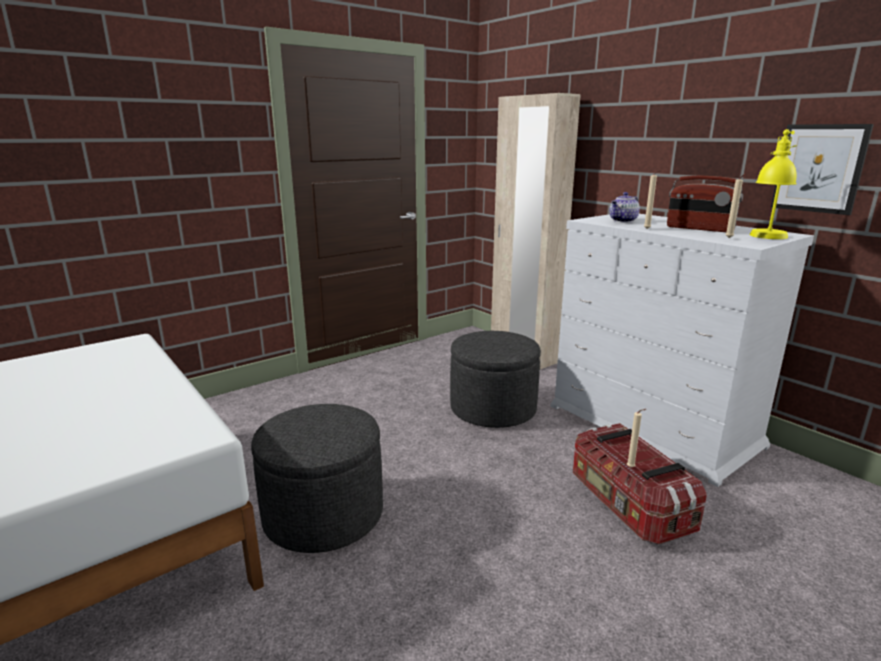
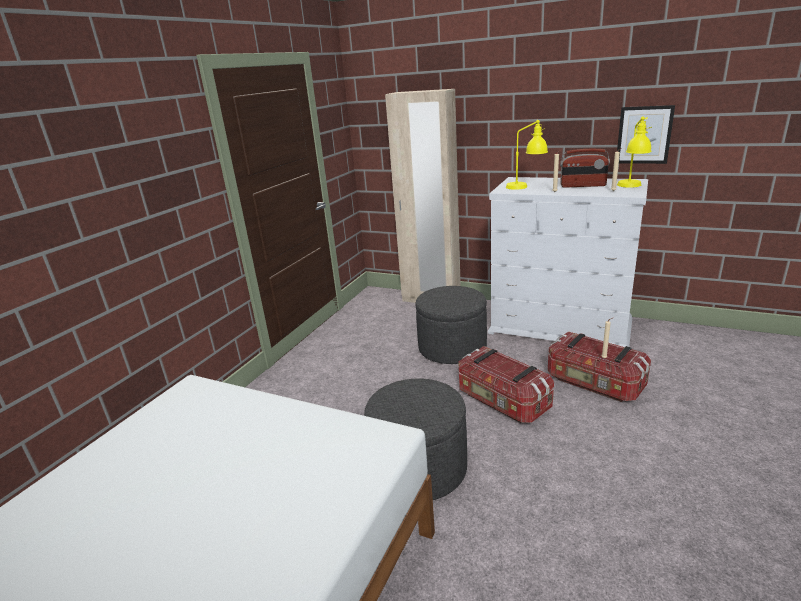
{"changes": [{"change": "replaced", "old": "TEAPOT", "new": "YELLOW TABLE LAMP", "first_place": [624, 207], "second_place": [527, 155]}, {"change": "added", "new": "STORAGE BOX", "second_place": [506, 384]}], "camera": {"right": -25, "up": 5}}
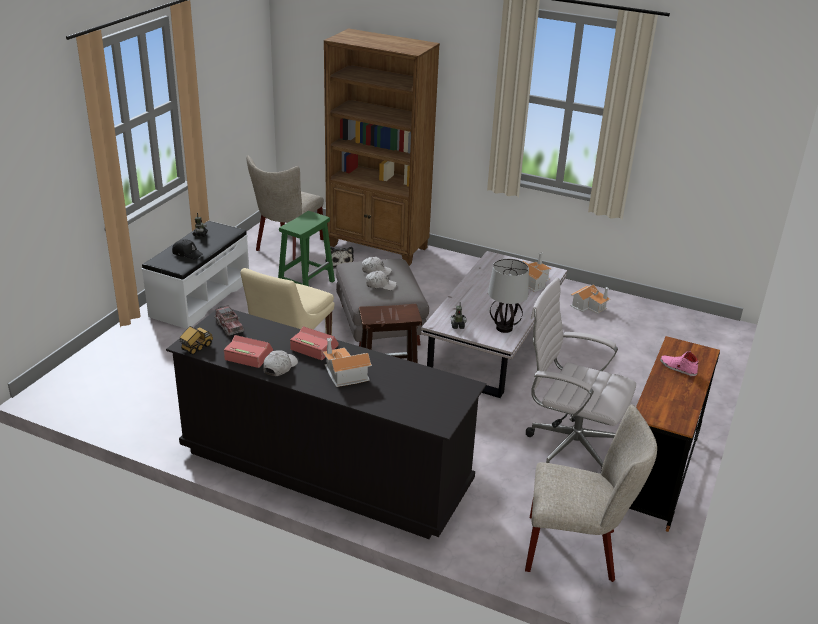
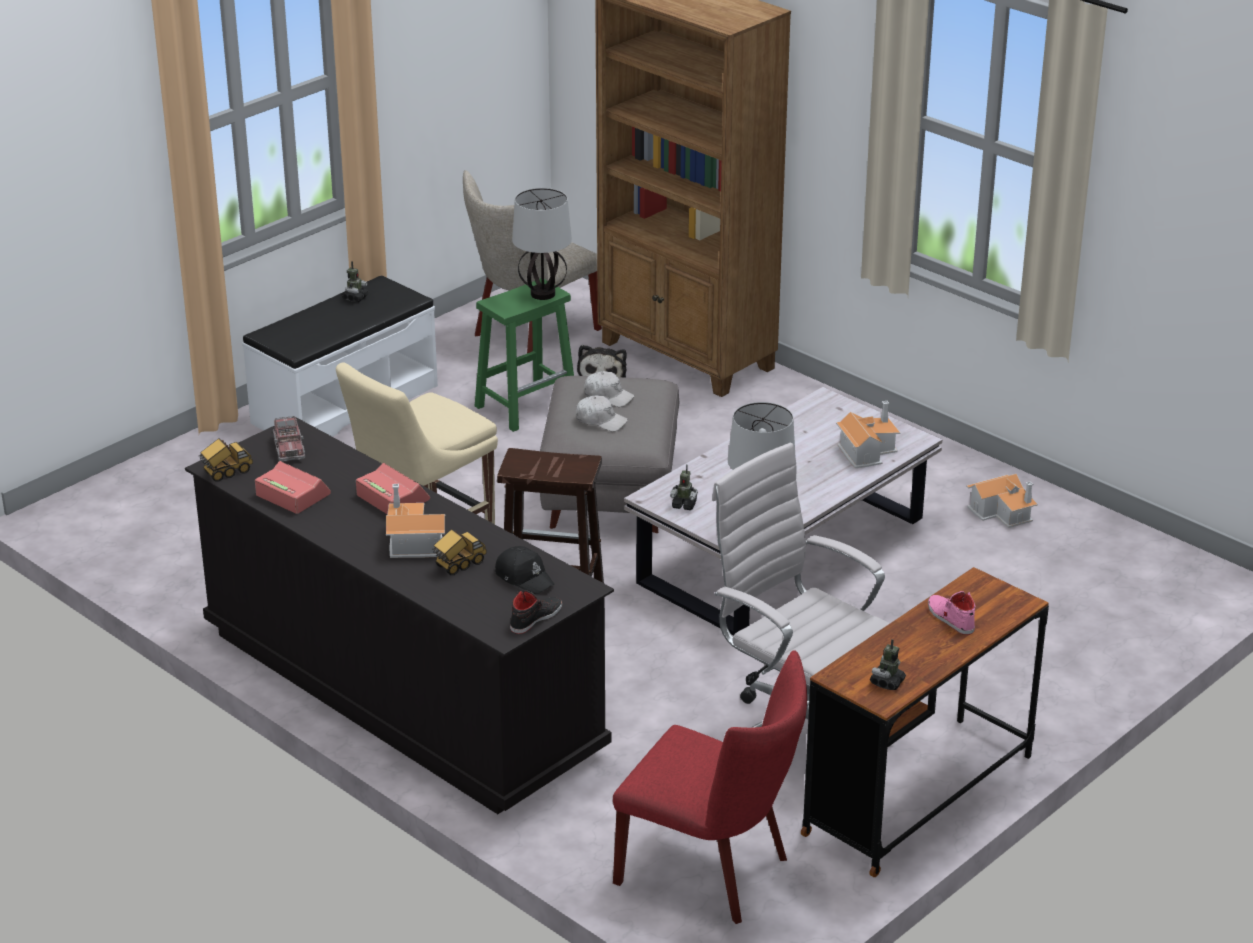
{"changes": [{"change": "moved", "old": "BLACK CAP", "first_place": [187, 249], "second_place": [524, 570]}, {"change": "removed", "old": "WHITE CAP", "first_place": [280, 363]}, {"change": "recoloured", "old": "BEIGE CHAIR", "new": "RED CHAIR", "first_place": [591, 493], "second_place": [710, 787]}, {"change": "added", "new": "TABLE LAMP", "second_place": [542, 244]}, {"change": "added", "new": "TOY TRUCK", "second_place": [459, 552]}, {"change": "added", "new": "BLACK SHOE", "second_place": [536, 612]}, {"change": "added", "new": "TOY ROBOT", "second_place": [888, 664]}], "camera": {"right": 20, "up": 0}}
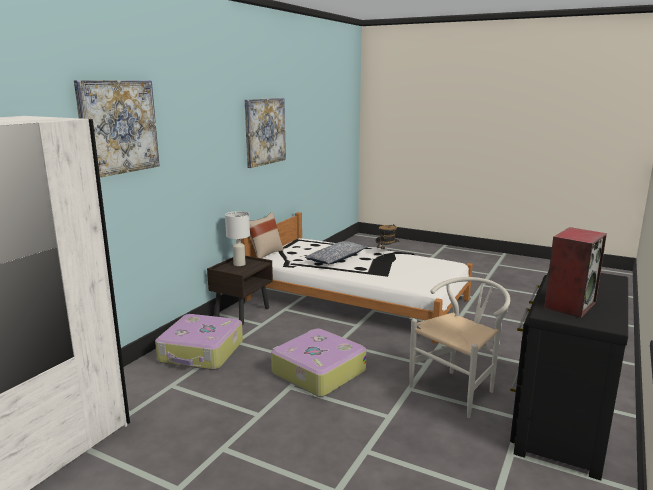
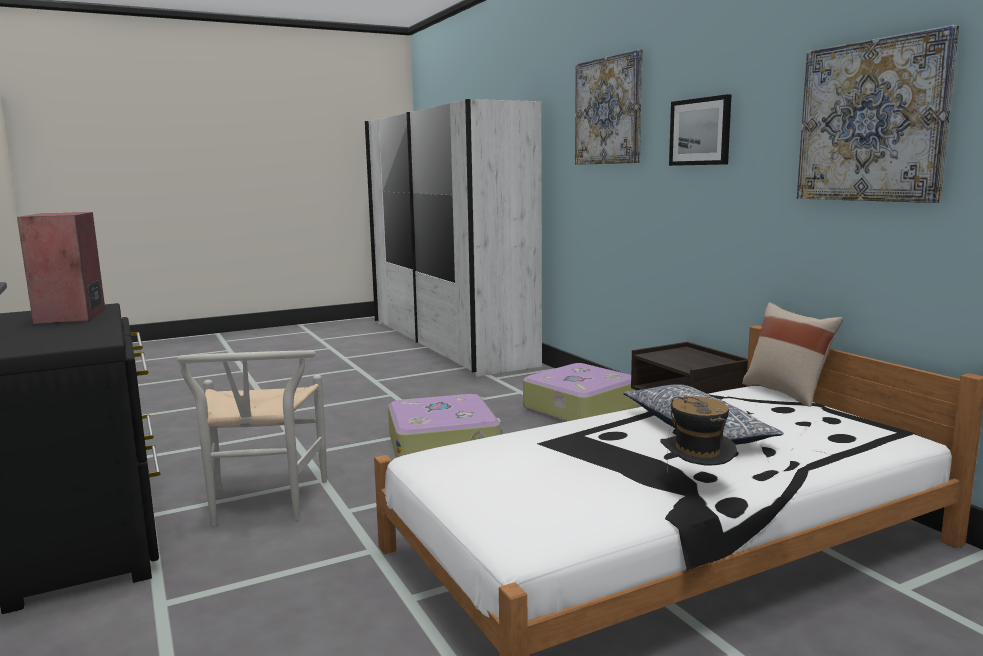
{"changes": [{"change": "removed", "old": "WHITE TABLE LAMP", "first_place": [237, 238]}, {"change": "added", "new": "PICTURE", "second_place": [700, 130]}], "camera": {"right": 125, "up": -5}}
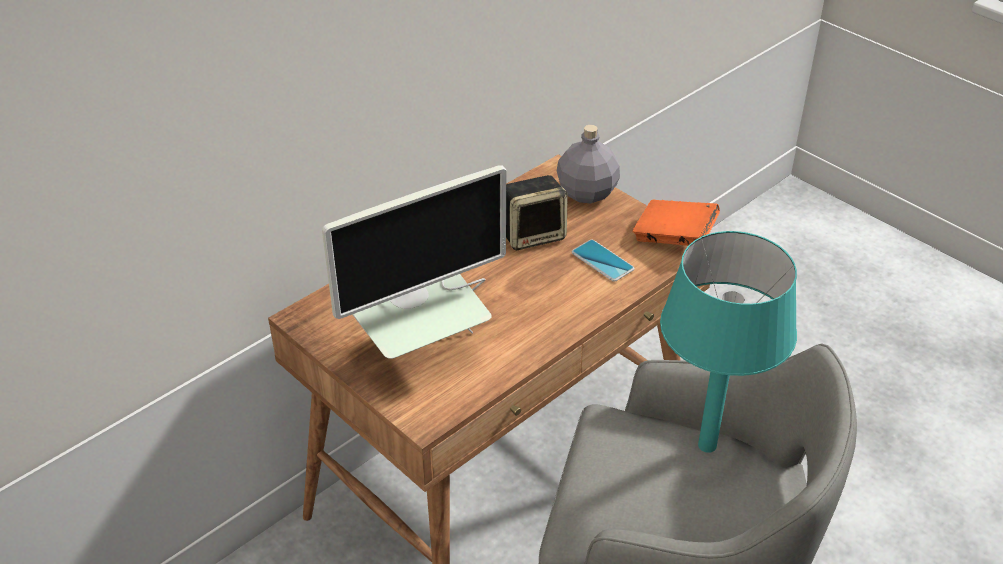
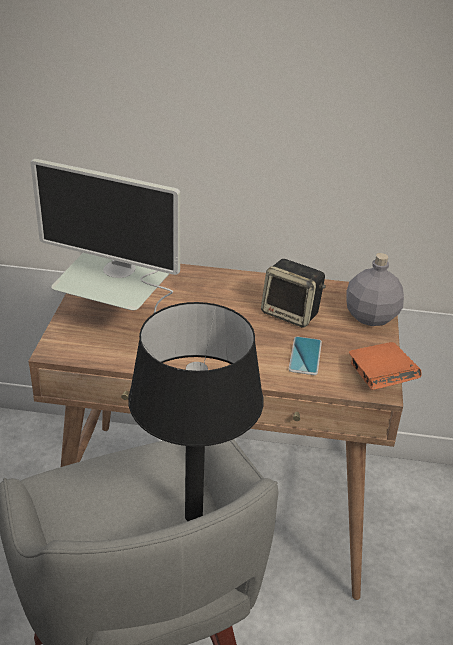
{"changes": [{"change": "recoloured", "old": "TURQUOISE TABLE LAMP", "new": "BLACK TABLE LAMP", "first_place": [728, 342], "second_place": [196, 411]}], "camera": {"right": 50, "up": -5}}
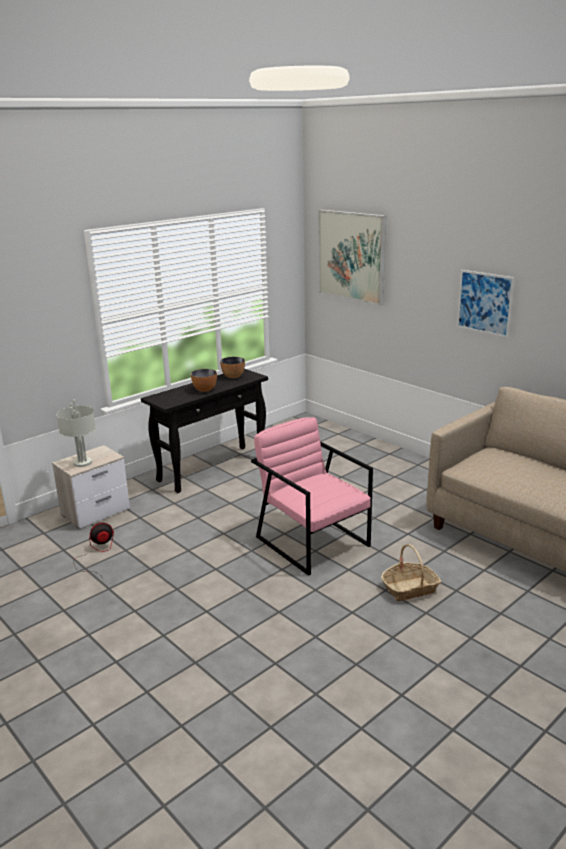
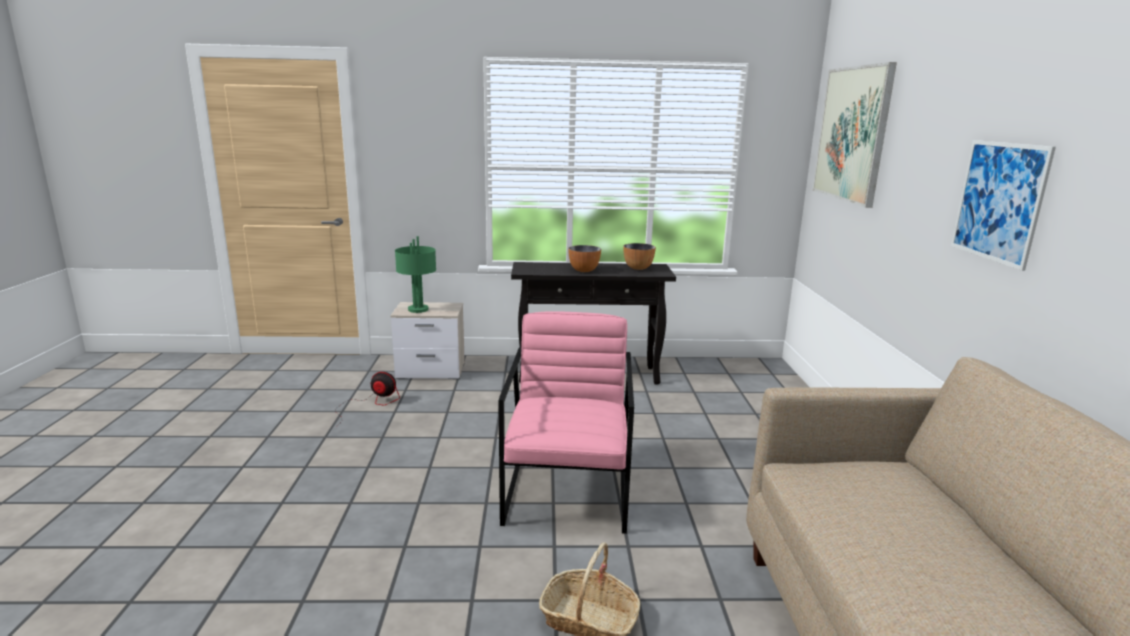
{"changes": [{"change": "recoloured", "old": "GREY TABLE LAMP", "new": "GREEN TABLE LAMP", "first_place": [76, 433], "second_place": [415, 274]}], "camera": {"right": 40, "up": -5}}
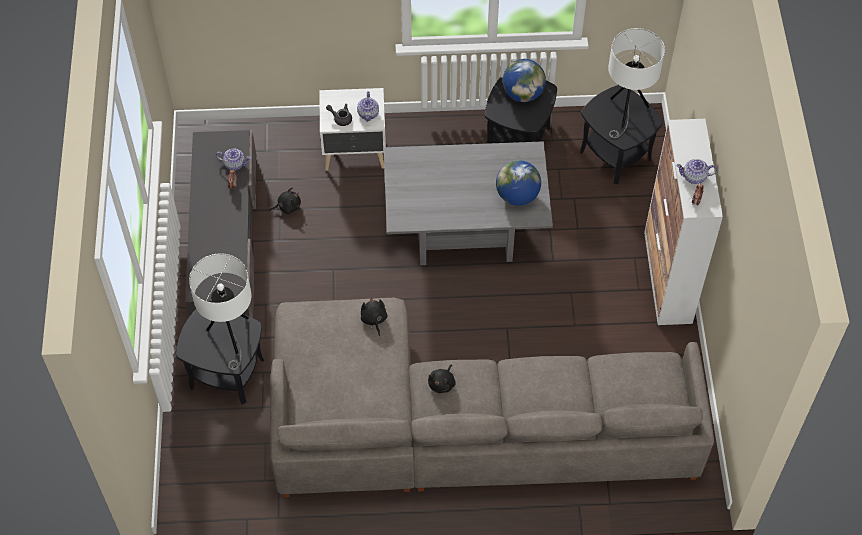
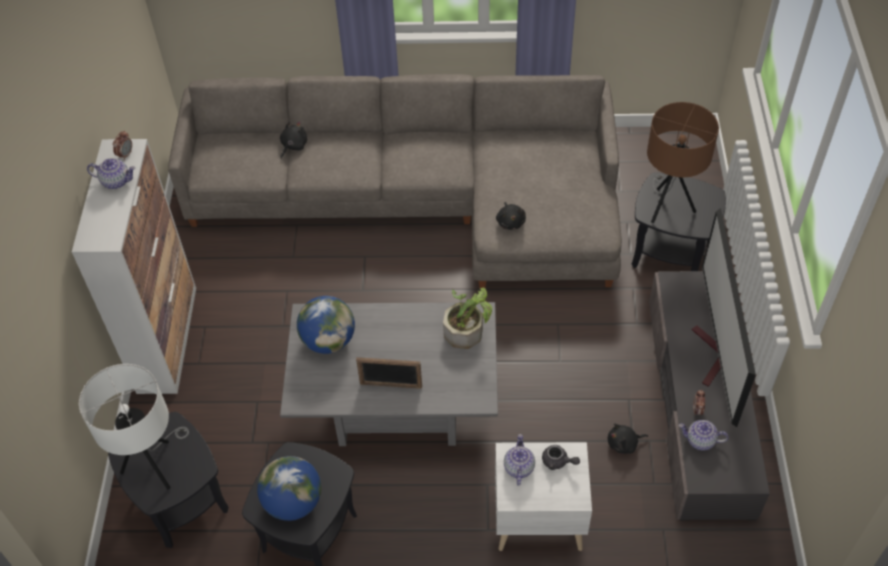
{"changes": [{"change": "recoloured", "old": "WHITE TABLE LAMP", "new": "BROWN TABLE LAMP", "first_place": [220, 311], "second_place": [683, 162]}, {"change": "moved", "old": "BLACK PLUSH TOY", "first_place": [442, 379], "second_place": [294, 139]}, {"change": "added", "new": "TELEVISION", "second_place": [724, 317]}, {"change": "added", "new": "POTTED PLANT", "second_place": [467, 318]}, {"change": "added", "new": "PICTURE FRAME", "second_place": [389, 373]}], "camera": {"right": -175, "up": -5}}
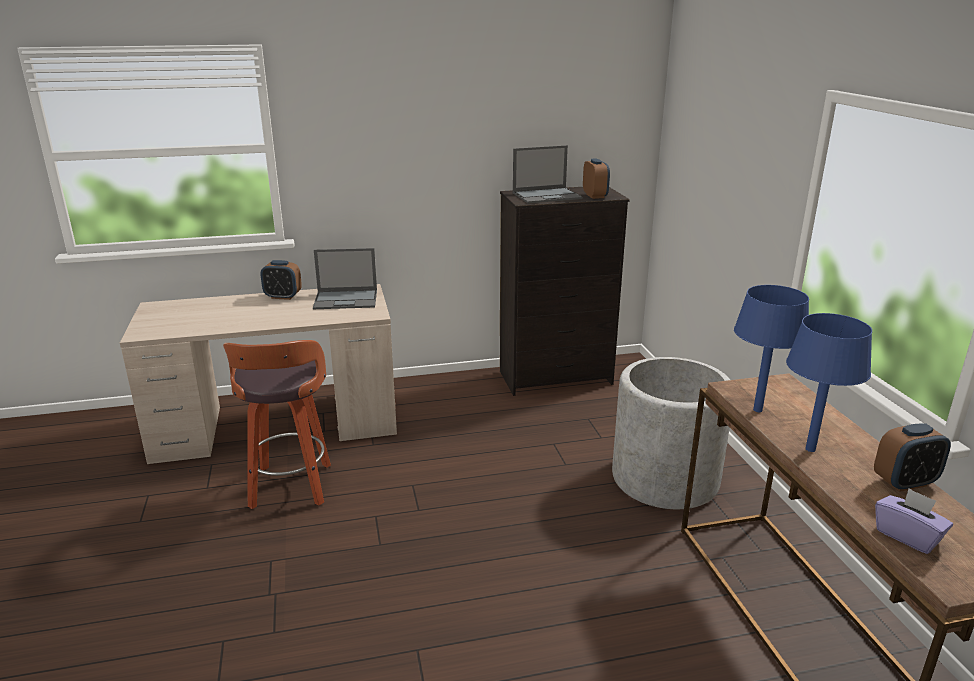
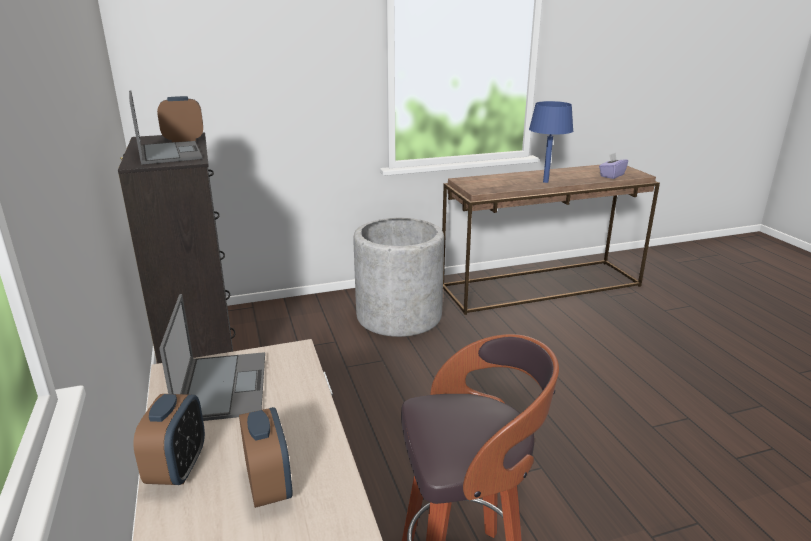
{"changes": [{"change": "removed", "old": "BLUE TABLE LAMP", "first_place": [771, 348]}, {"change": "moved", "old": "ALARM CLOCK", "first_place": [912, 457], "second_place": [266, 457]}], "camera": {"right": -95, "up": 0}}
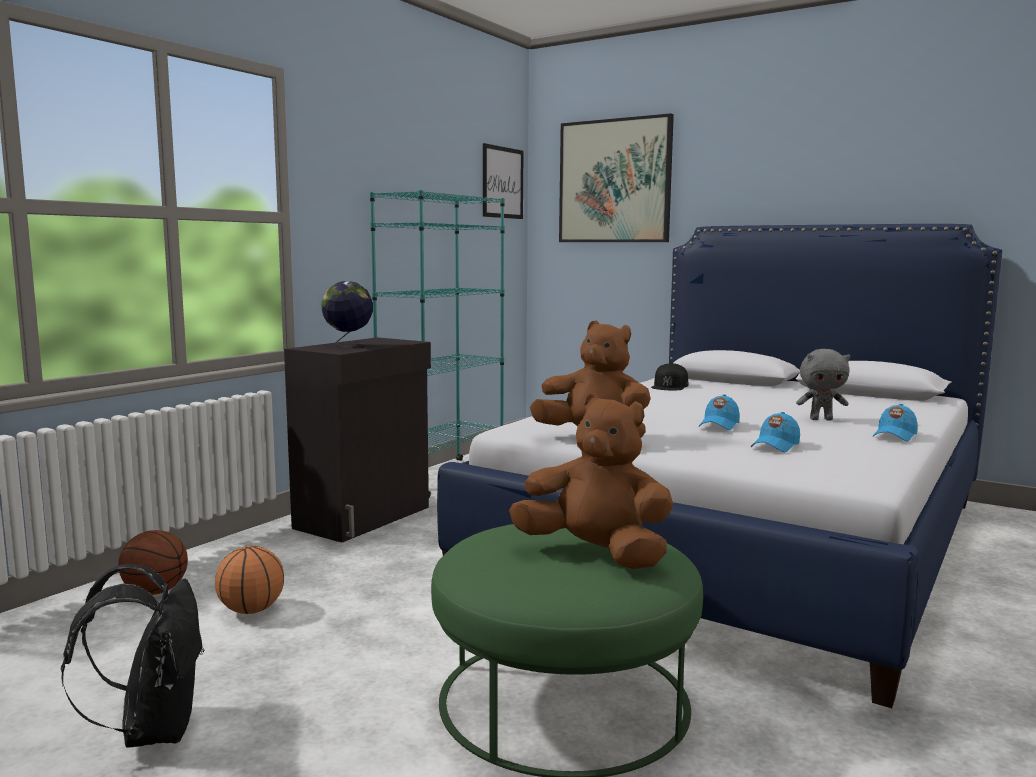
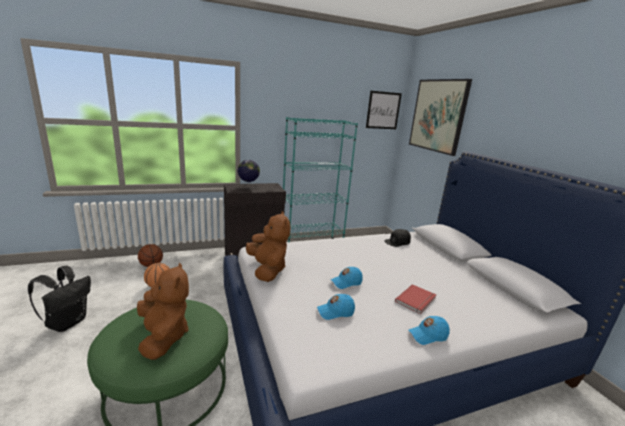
{"changes": [{"change": "replaced", "old": "GREY PLUSH TOY", "new": "RED BOOK", "first_place": [823, 385], "second_place": [415, 299]}], "camera": {"right": 35, "up": 10}}
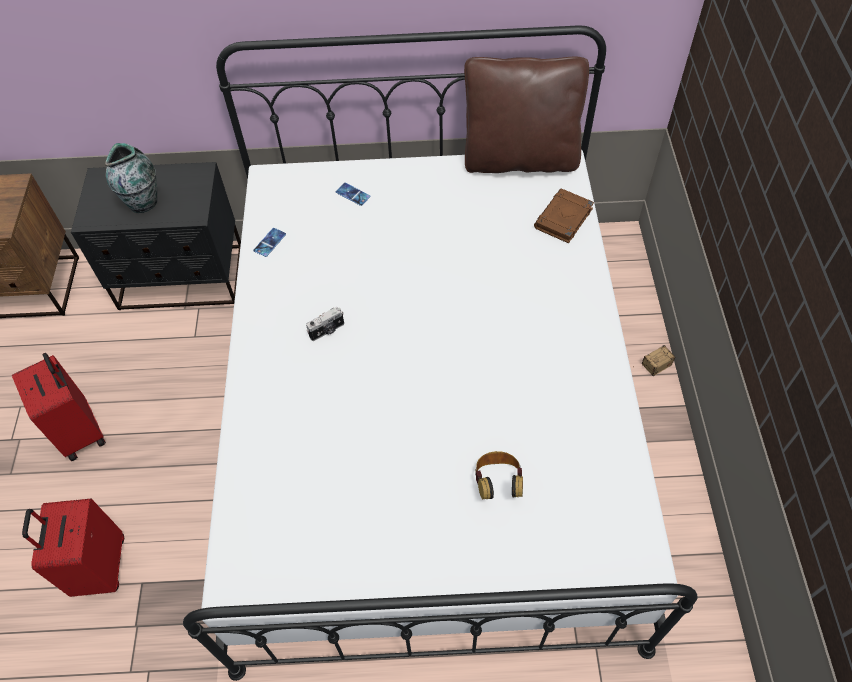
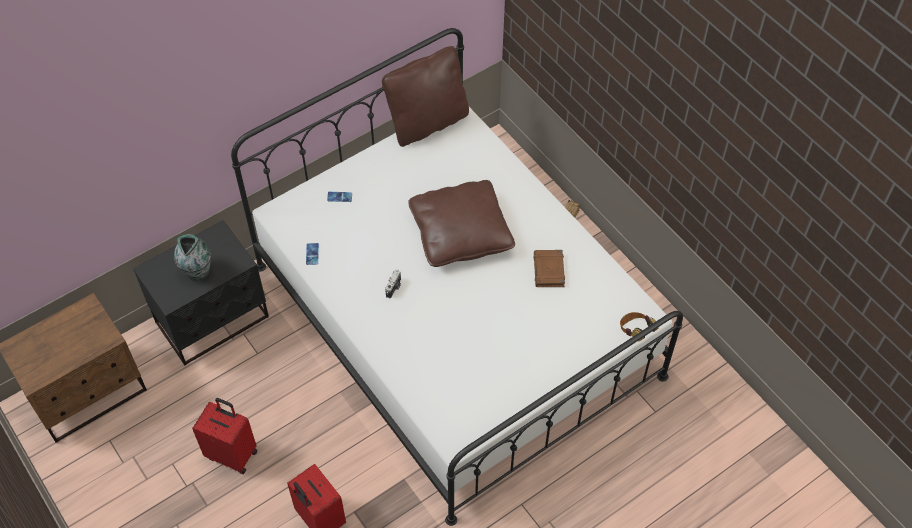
{"changes": [{"change": "moved", "old": "BROWN BOOK", "first_place": [564, 215], "second_place": [549, 268]}, {"change": "moved", "old": "HEADPHONES", "first_place": [499, 475], "second_place": [639, 326]}, {"change": "added", "new": "BROWN PILLOW", "second_place": [461, 223]}], "camera": {"right": -35, "up": 0}}
